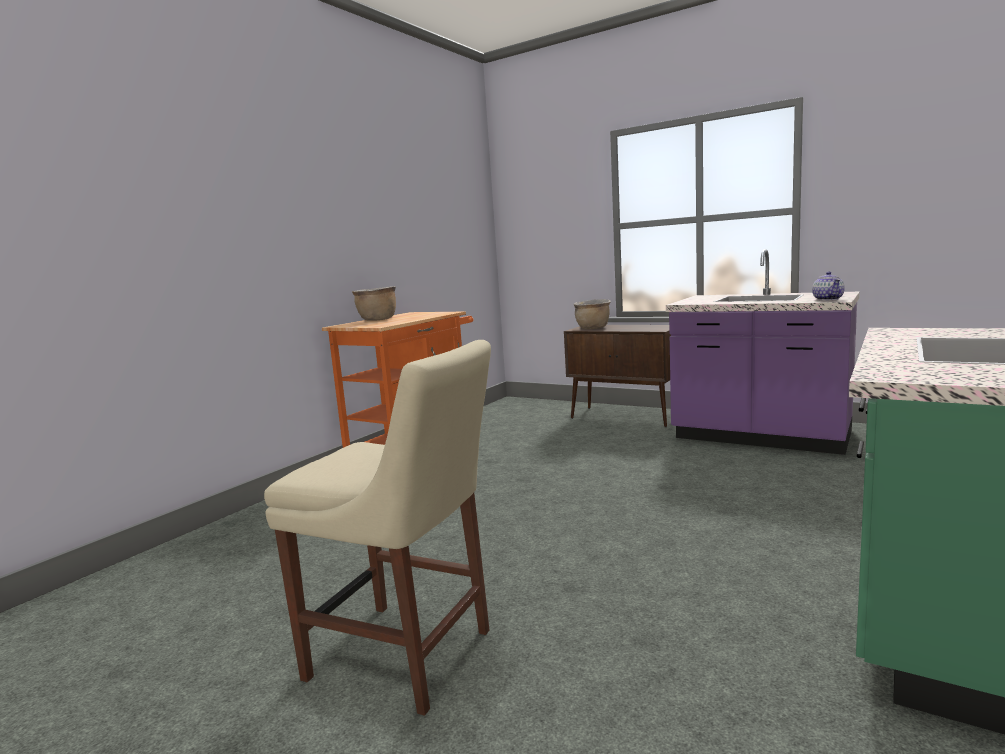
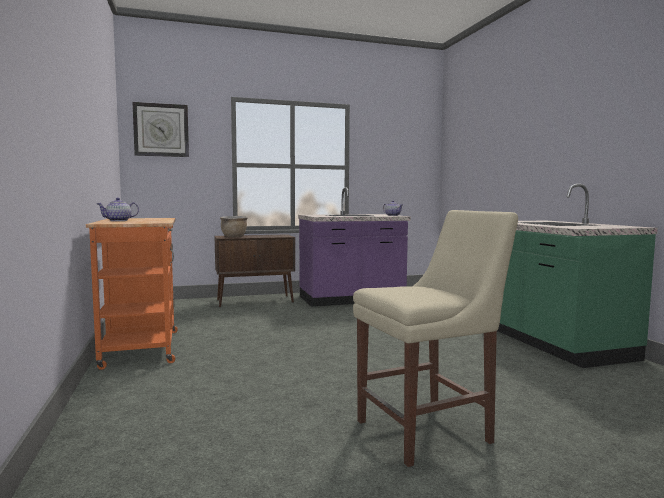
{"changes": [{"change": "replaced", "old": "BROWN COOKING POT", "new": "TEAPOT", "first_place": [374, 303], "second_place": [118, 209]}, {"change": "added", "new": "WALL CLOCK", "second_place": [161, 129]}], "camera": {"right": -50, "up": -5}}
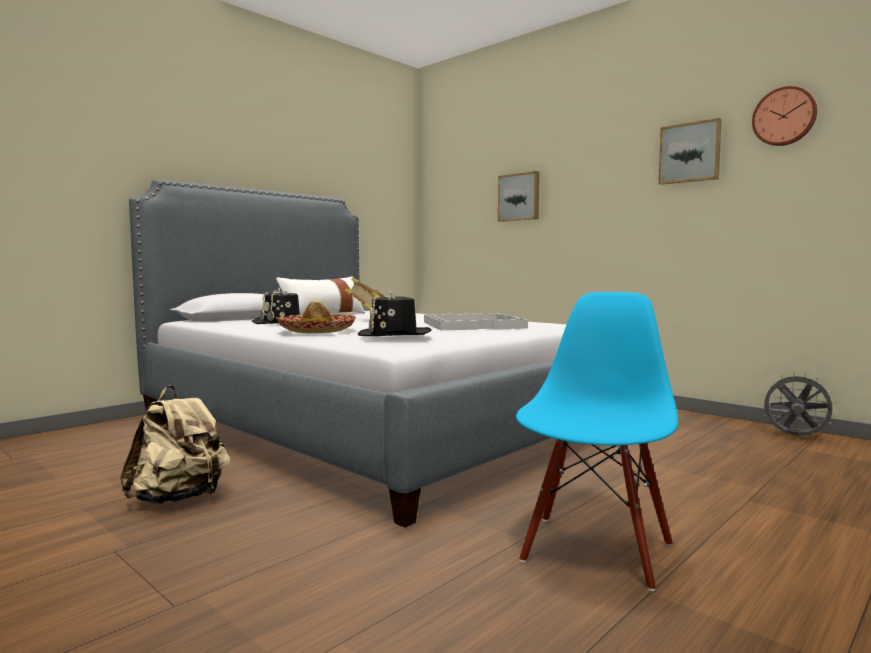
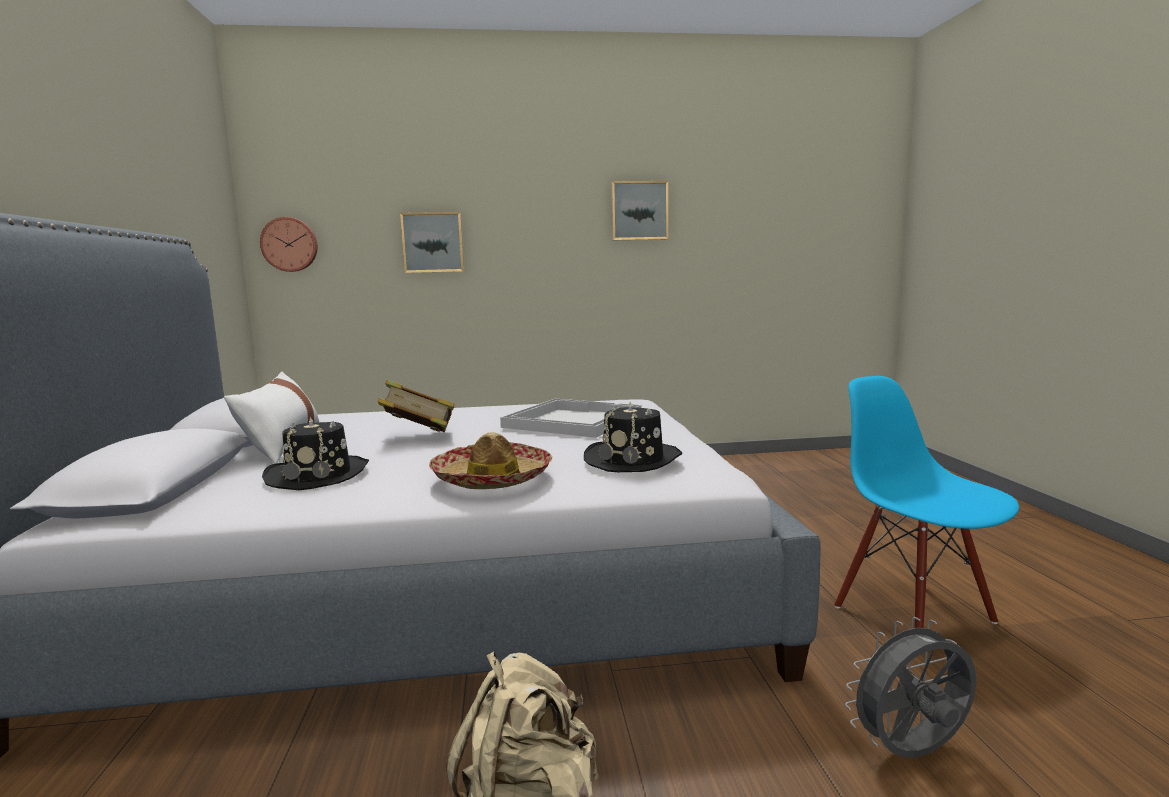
{"changes": [{"change": "moved", "old": "WALL CLOCK", "first_place": [784, 116], "second_place": [289, 244]}, {"change": "moved", "old": "GREY FAN", "first_place": [799, 404], "second_place": [910, 687]}], "camera": {"right": -50, "up": 5}}
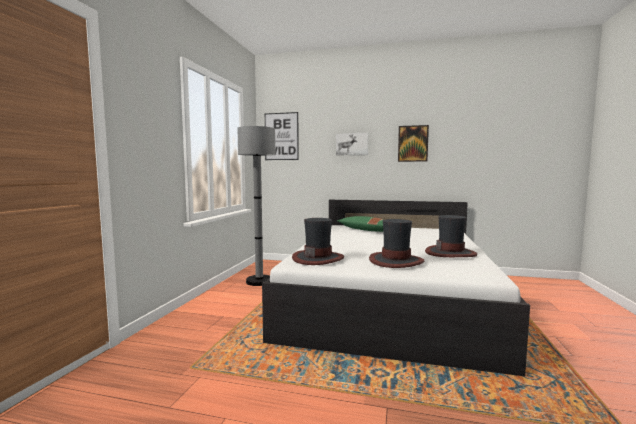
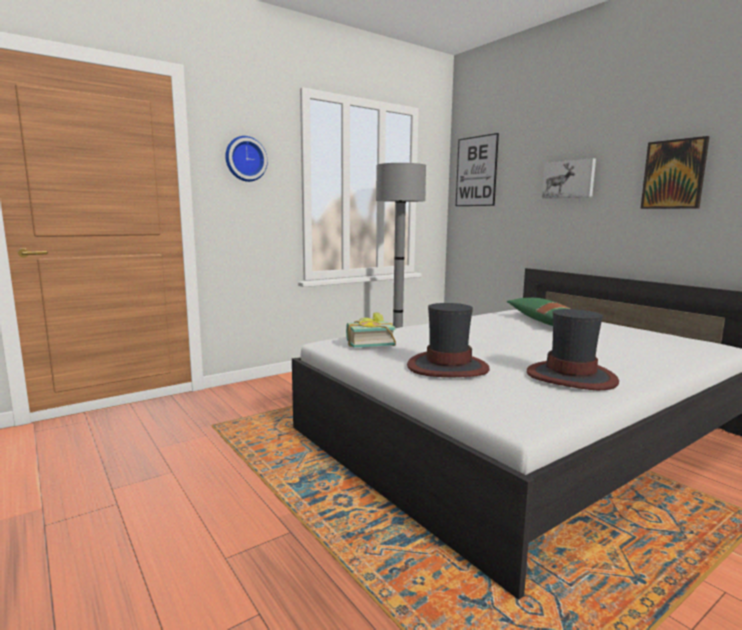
{"changes": [{"change": "replaced", "old": "HAT", "new": "BOOK", "first_place": [318, 241], "second_place": [371, 329]}, {"change": "added", "new": "WALL CLOCK", "second_place": [246, 159]}], "camera": {"right": 40, "up": 5}}
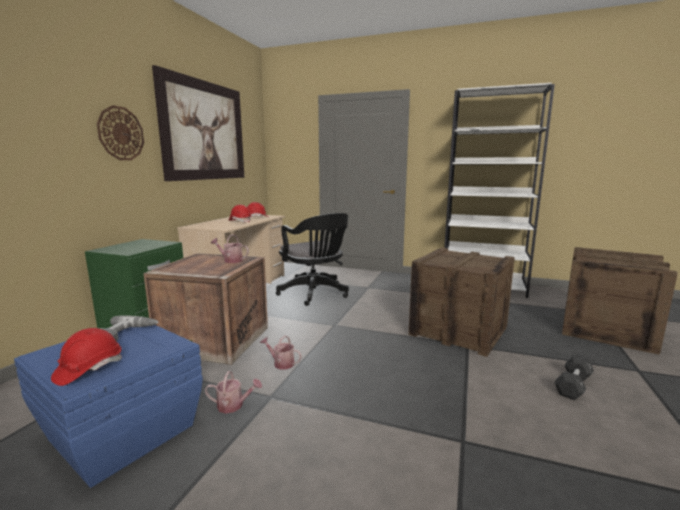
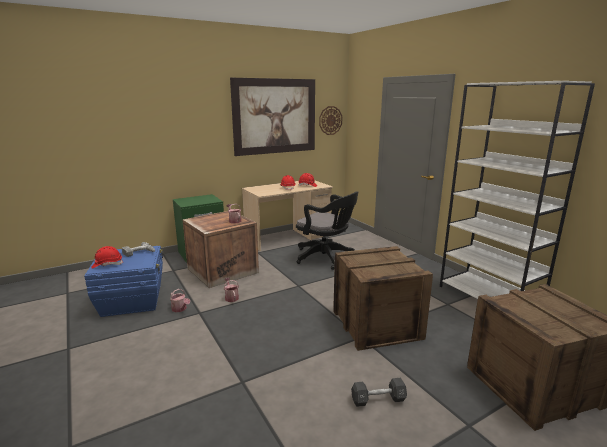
{"changes": [{"change": "moved", "old": "WALL CLOCK", "first_place": [120, 132], "second_place": [331, 120]}, {"change": "turned", "old": "BLACK OFFICE CHAIR", "first_place": [312, 259], "second_place": [327, 230], "degrees": -60}], "camera": {"right": 40, "up": 5}}
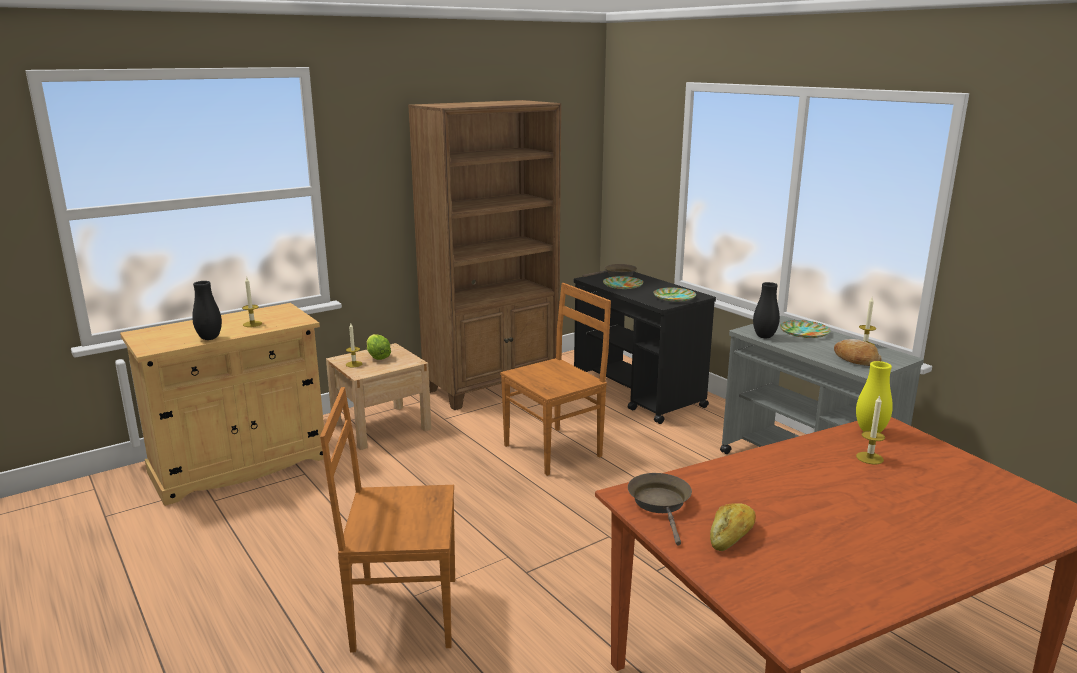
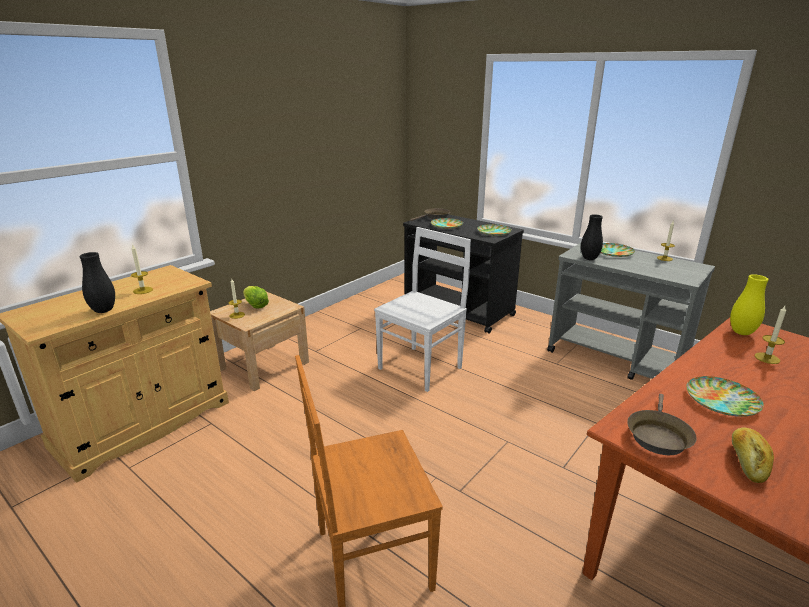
{"changes": [{"change": "removed", "old": "BROWN BOOKCASE", "first_place": [484, 255]}, {"change": "recoloured", "old": "BROWN CHAIR", "new": "WHITE CHAIR", "first_place": [555, 379], "second_place": [422, 309]}, {"change": "removed", "old": "BREAD", "first_place": [857, 352]}, {"change": "turned", "old": "BROWN FRYING PAN", "first_place": [660, 509], "second_place": [662, 424], "degrees": -135}, {"change": "added", "new": "PLATE", "second_place": [725, 396]}], "camera": {"right": -15, "up": 5}}
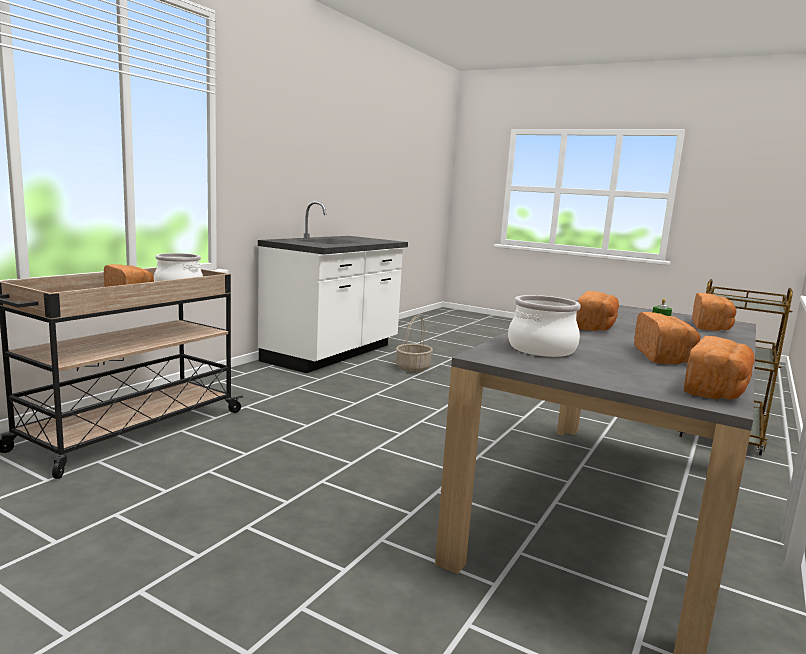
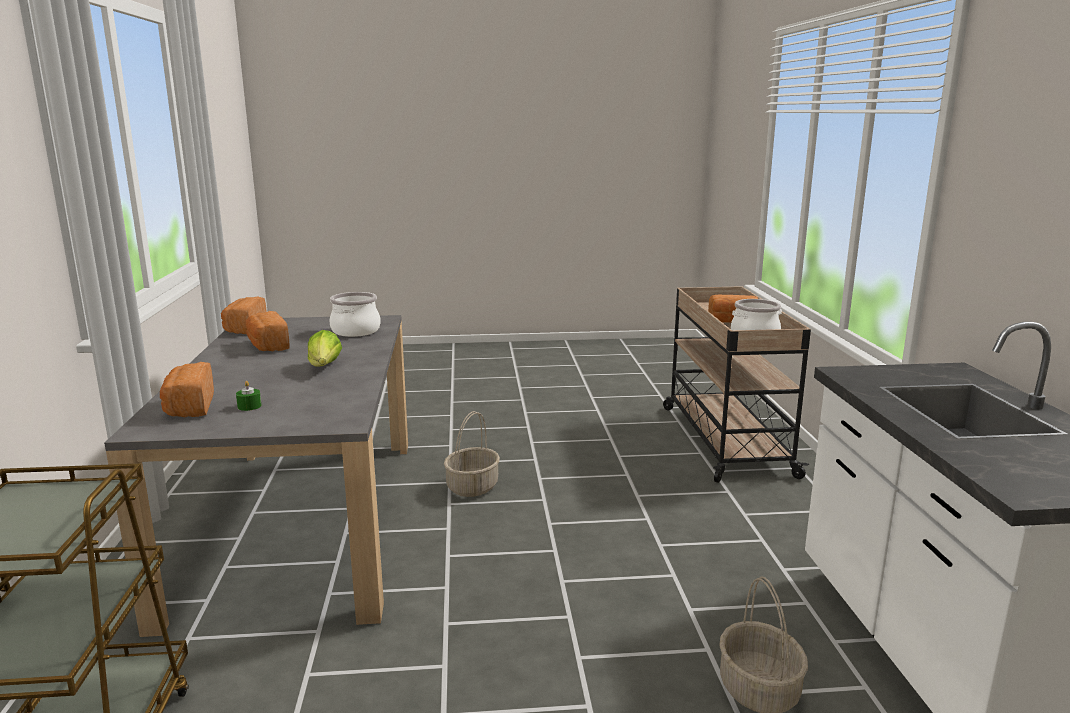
{"changes": [{"change": "replaced", "old": "BREAD", "new": "LETTUCE", "first_place": [597, 311], "second_place": [325, 348]}, {"change": "added", "new": "BASKET", "second_place": [472, 454]}], "camera": {"right": 145, "up": 5}}
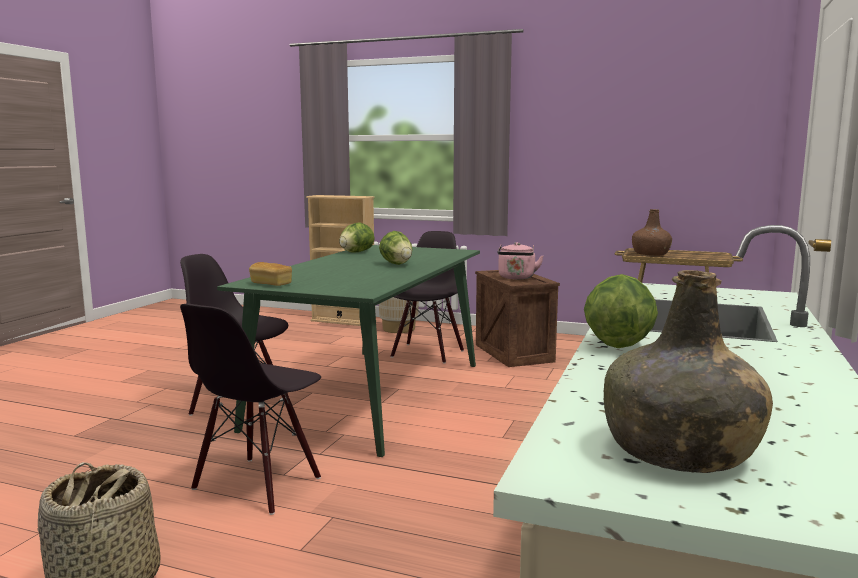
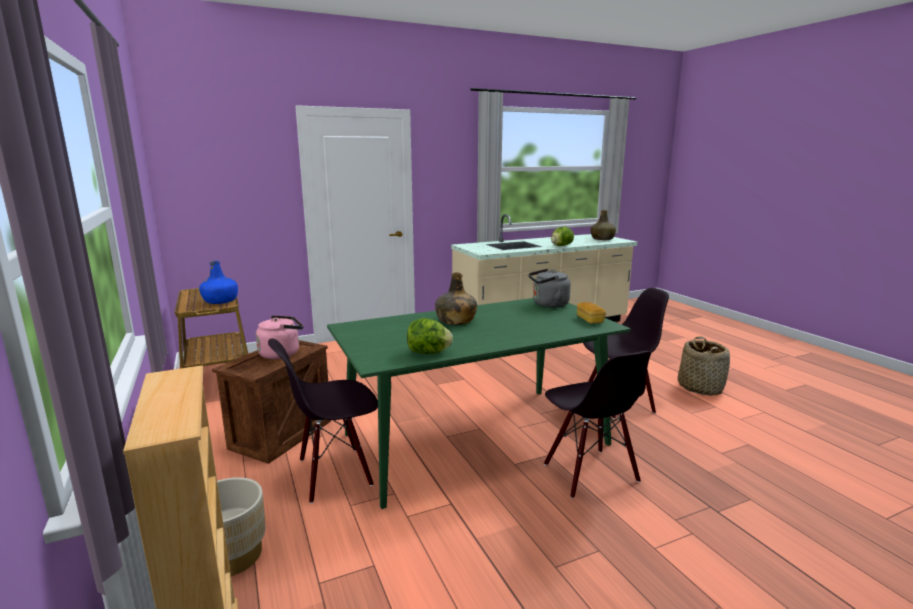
{"changes": [{"change": "recoloured", "old": "BROWN BOTTLE", "new": "BLUE BOTTLE", "first_place": [652, 232], "second_place": [218, 282]}, {"change": "replaced", "old": "LETTUCE", "new": "GREEN BOTTLE", "first_place": [396, 248], "second_place": [456, 298]}, {"change": "added", "new": "GREY KETTLE", "second_place": [549, 288]}], "camera": {"right": -135, "up": 5}}
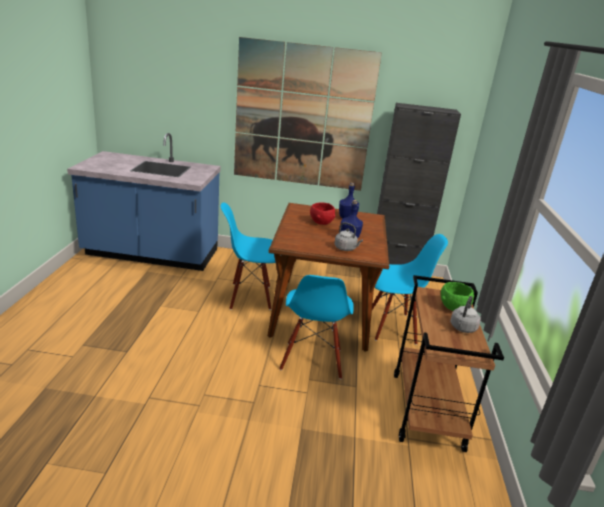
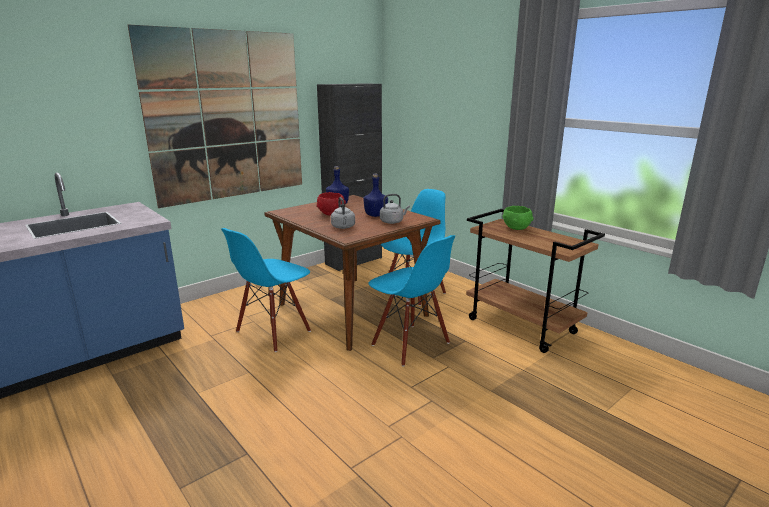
{"changes": [{"change": "moved", "old": "GREY KETTLE", "first_place": [465, 314], "second_place": [343, 213]}], "camera": {"right": -45, "up": -5}}
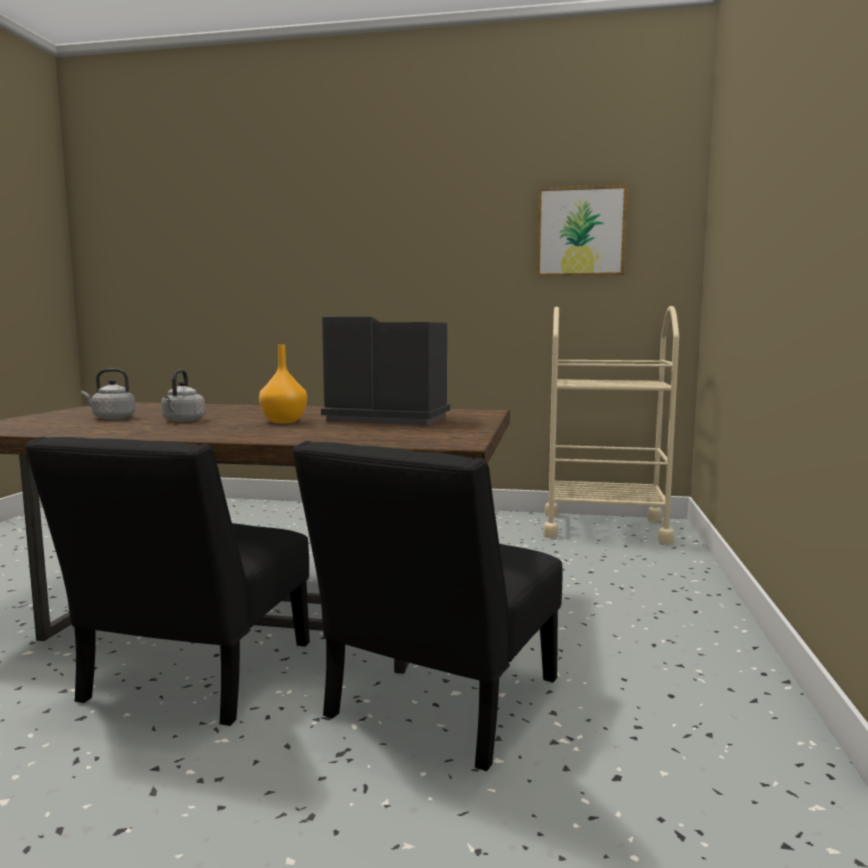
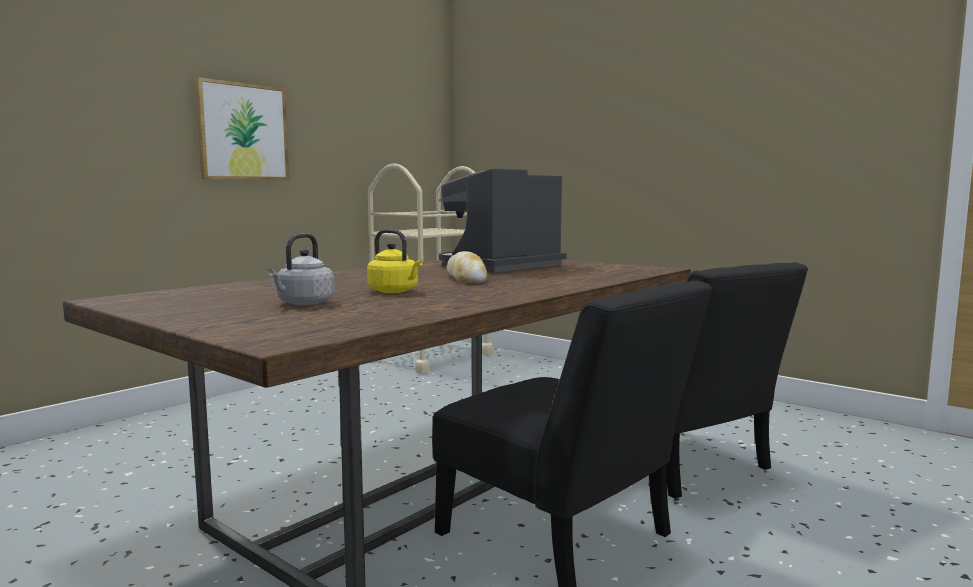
{"changes": [{"change": "moved", "old": "PICTURE", "first_place": [582, 230], "second_place": [242, 128]}, {"change": "replaced", "old": "ORANGE VASE", "new": "BREAD", "first_place": [283, 383], "second_place": [467, 267]}, {"change": "recoloured", "old": "GREY KETTLE", "new": "YELLOW KETTLE", "first_place": [183, 396], "second_place": [394, 261]}], "camera": {"right": -60, "up": 0}}
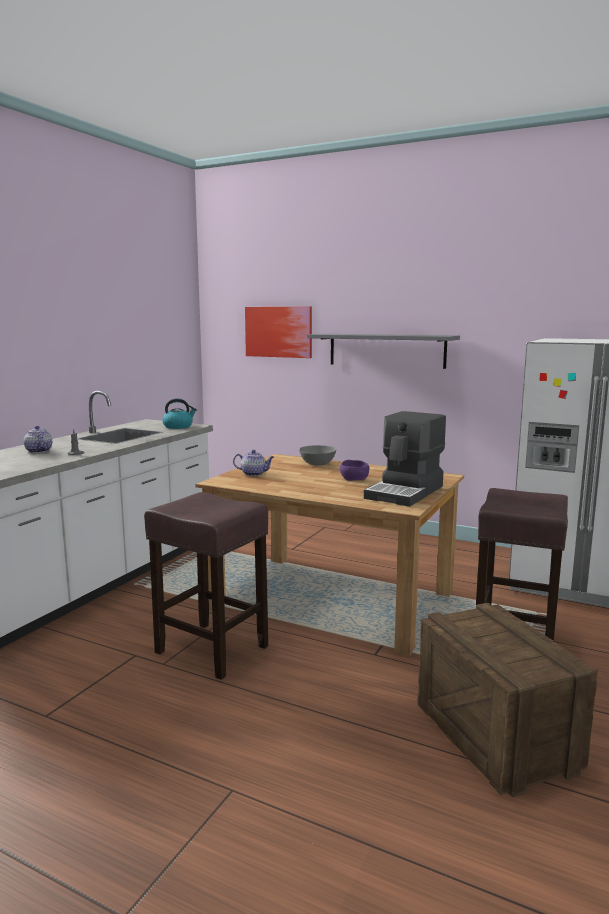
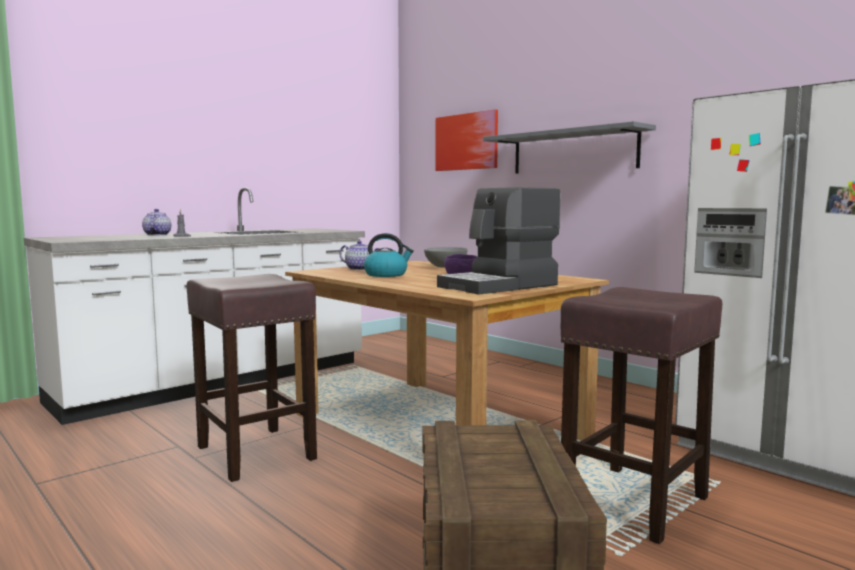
{"changes": [{"change": "moved", "old": "KETTLE", "first_place": [179, 413], "second_place": [389, 255]}], "camera": {"right": 20, "up": -5}}
